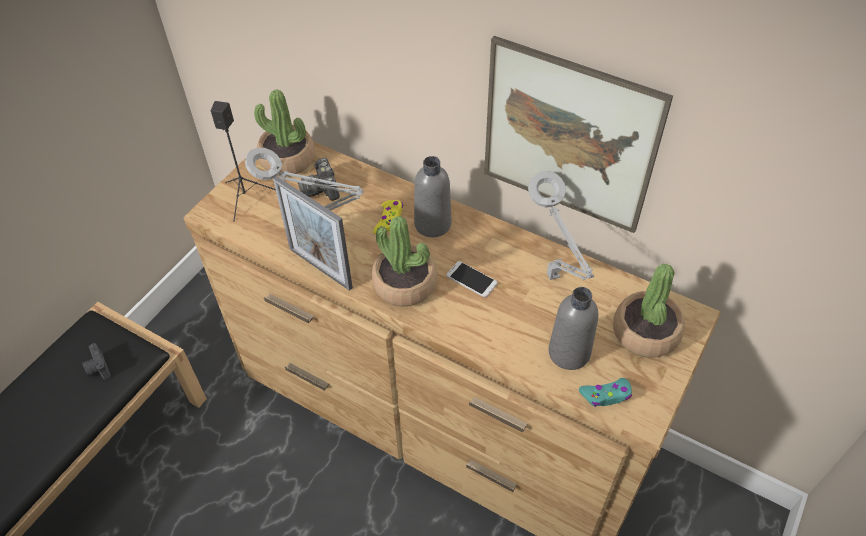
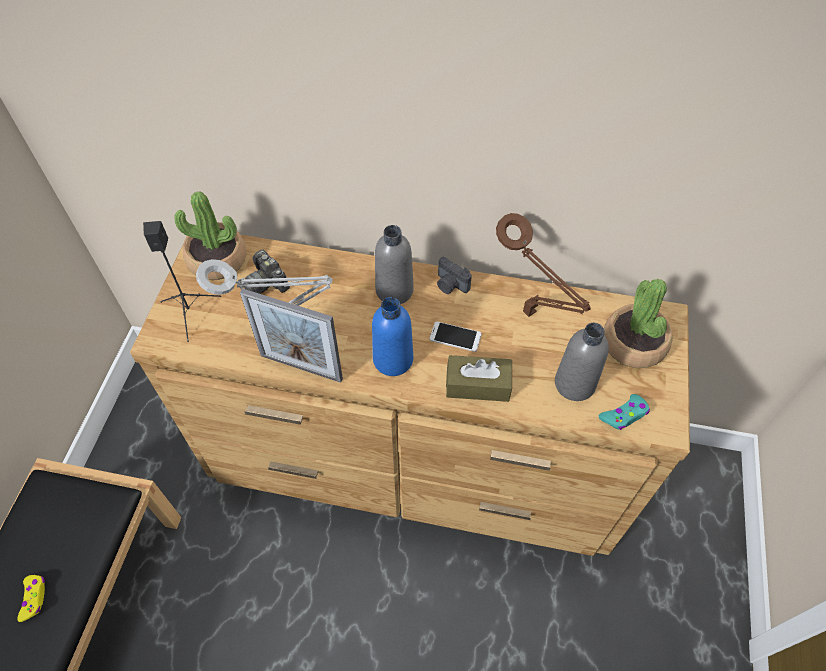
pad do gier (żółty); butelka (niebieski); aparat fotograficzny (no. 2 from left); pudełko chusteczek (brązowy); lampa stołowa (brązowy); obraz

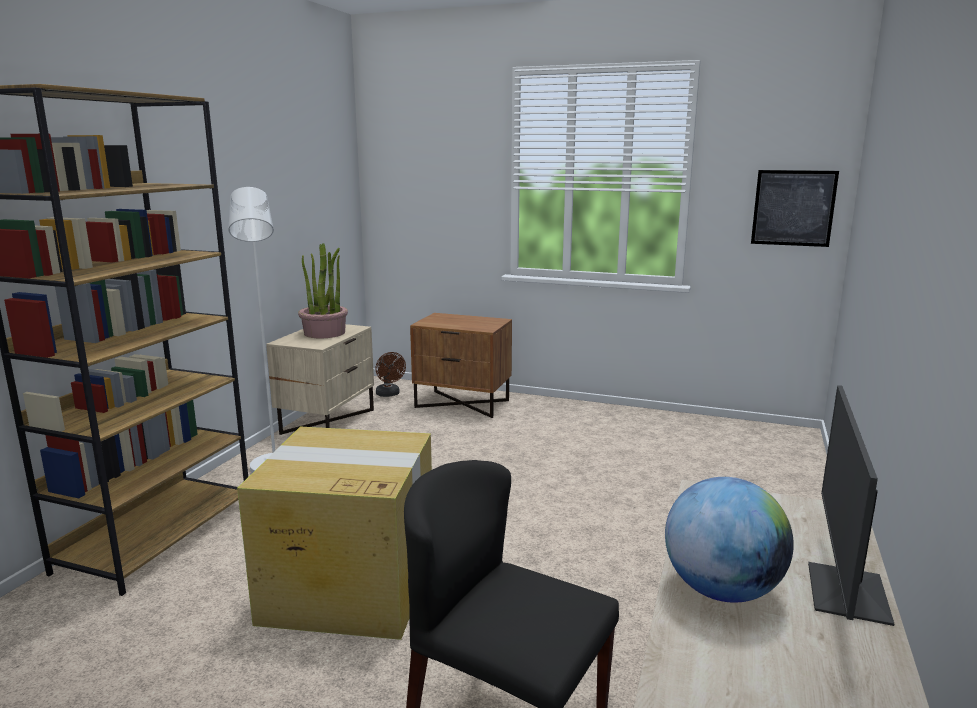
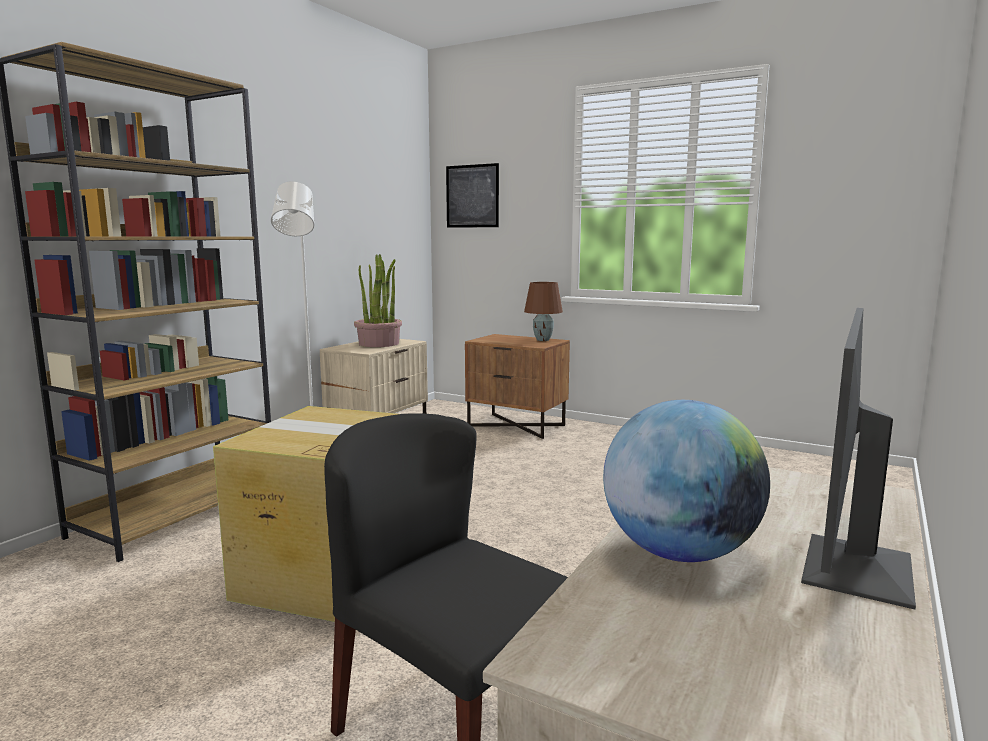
obraz; lampa stołowa (brązowy); wentylator (brązowy)

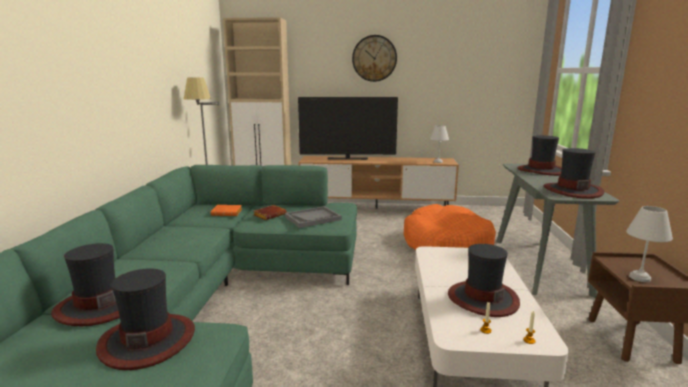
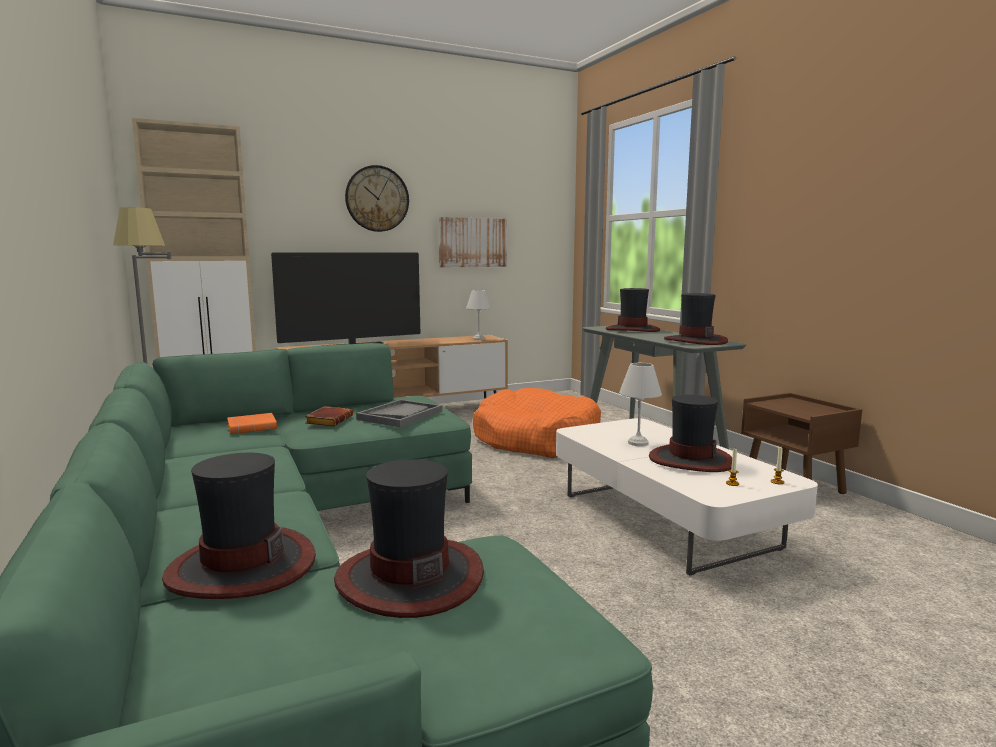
obraz; lampa stołowa (biały) (no. 2 from left)

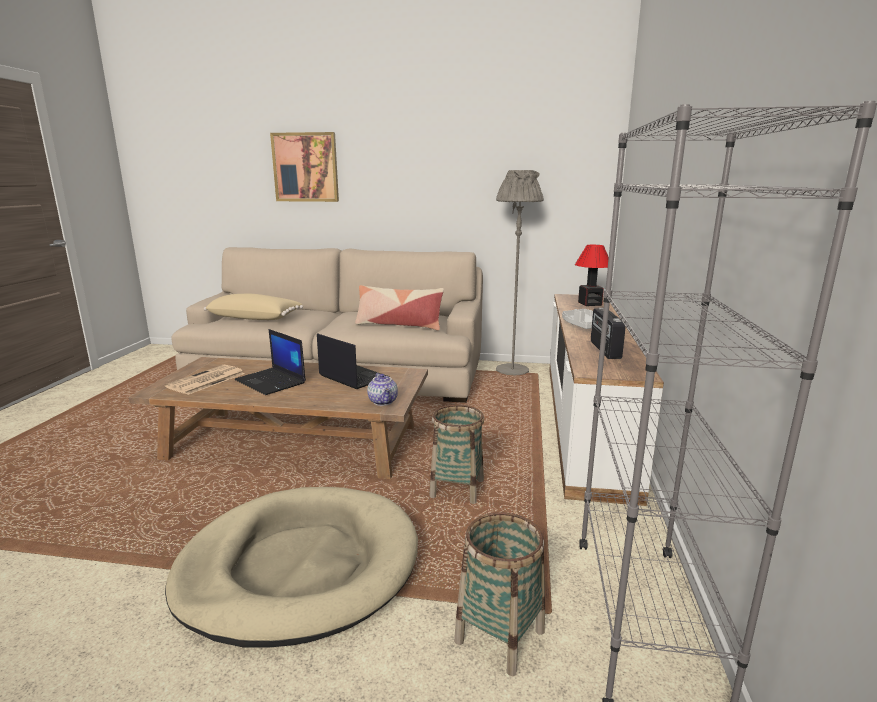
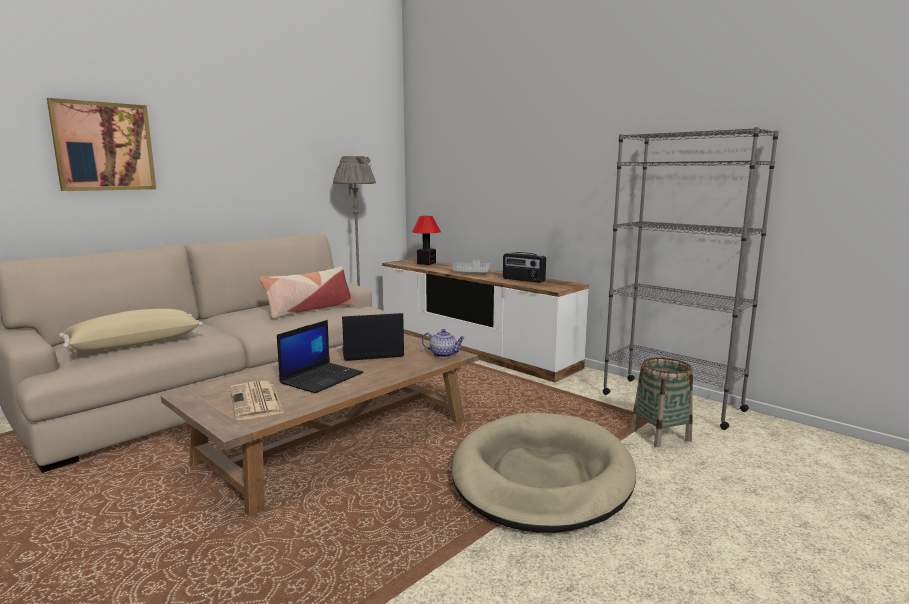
laptop (no. 1 from left); koszyk (no. 1 from left in the first image)

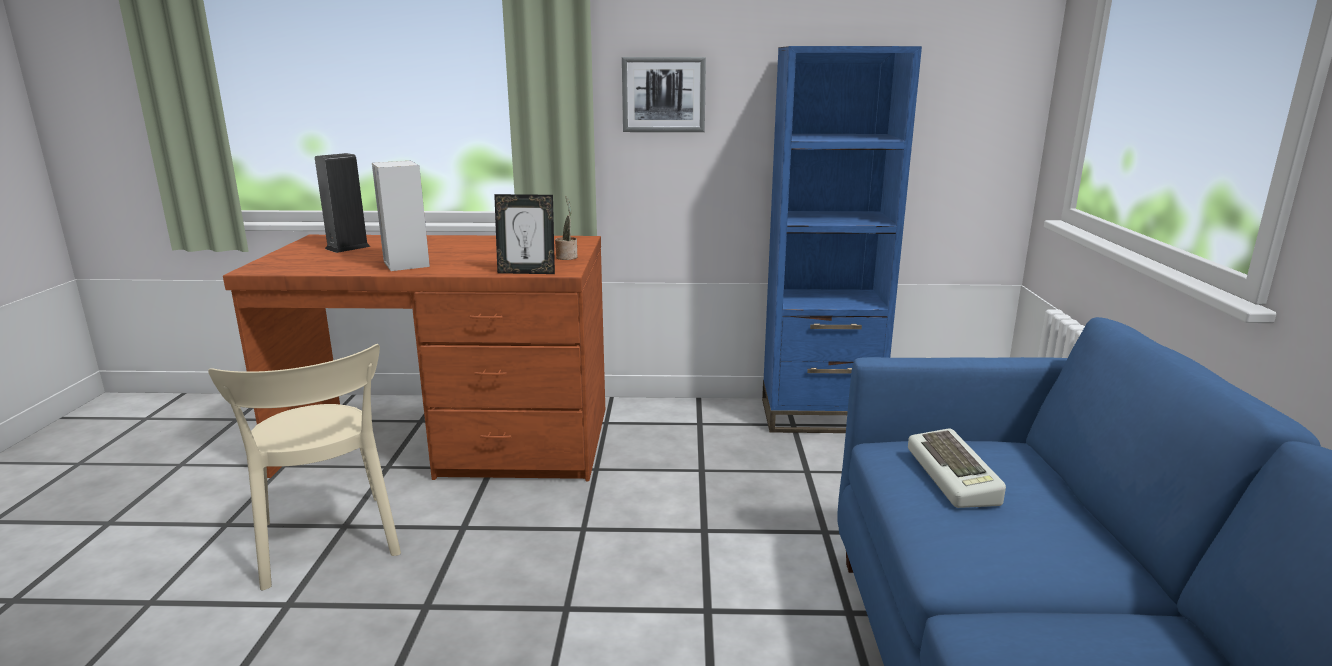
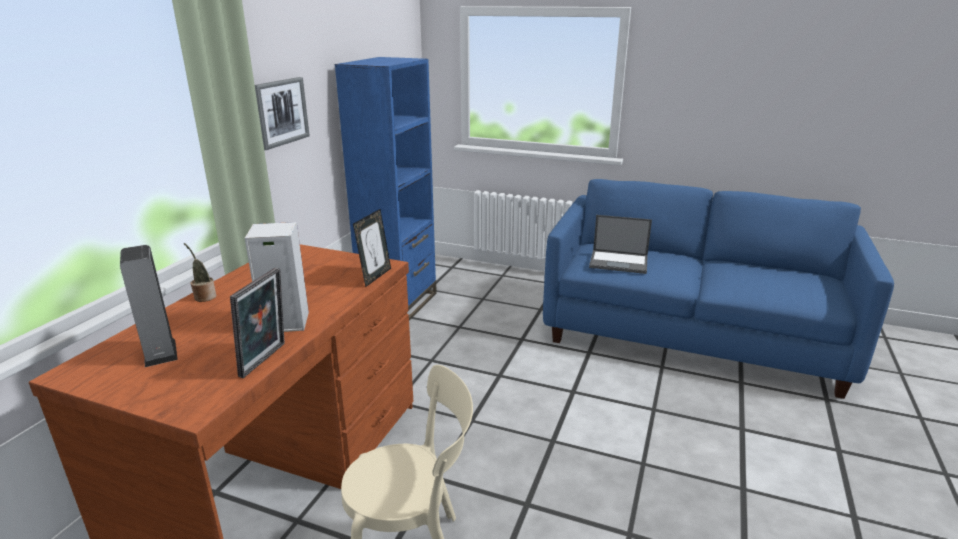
roślina doniczkowa; ramka na zdjęcie (no. 1 from left); laptop

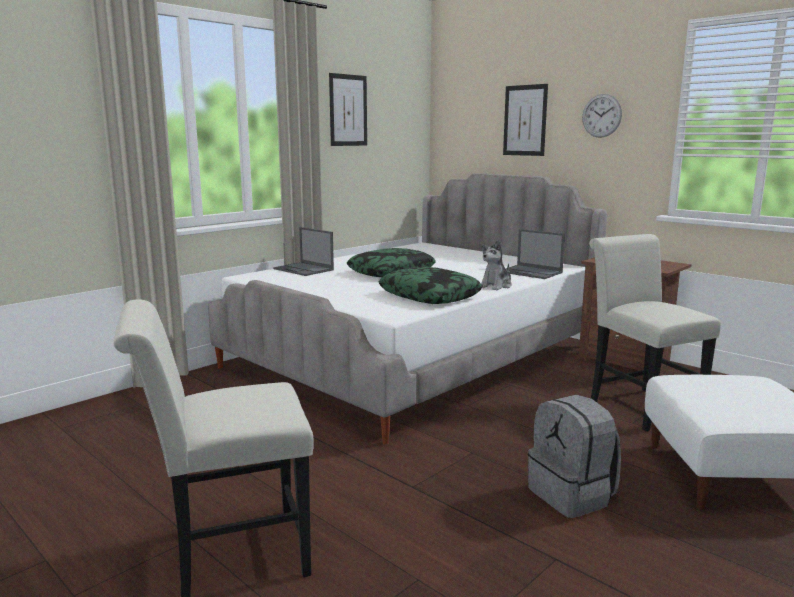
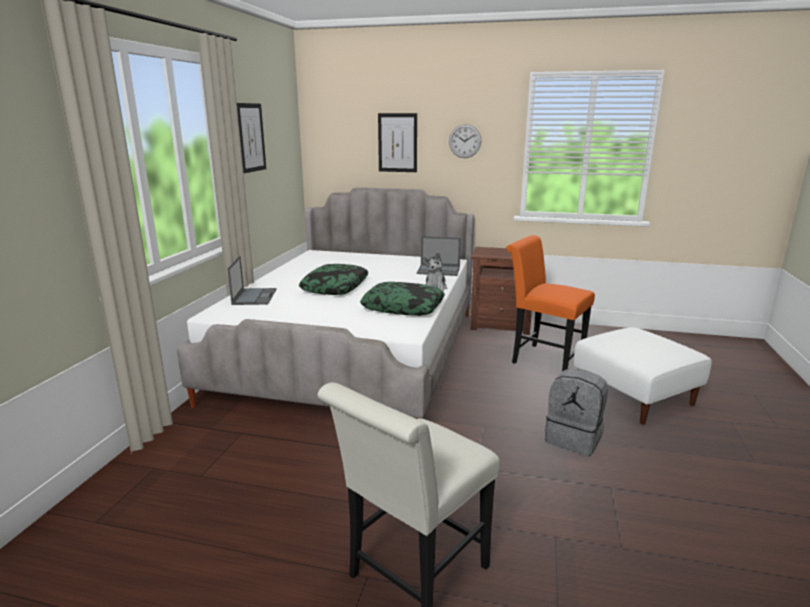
laptop (no. 1 from left); krzesło (pomarańczowy)

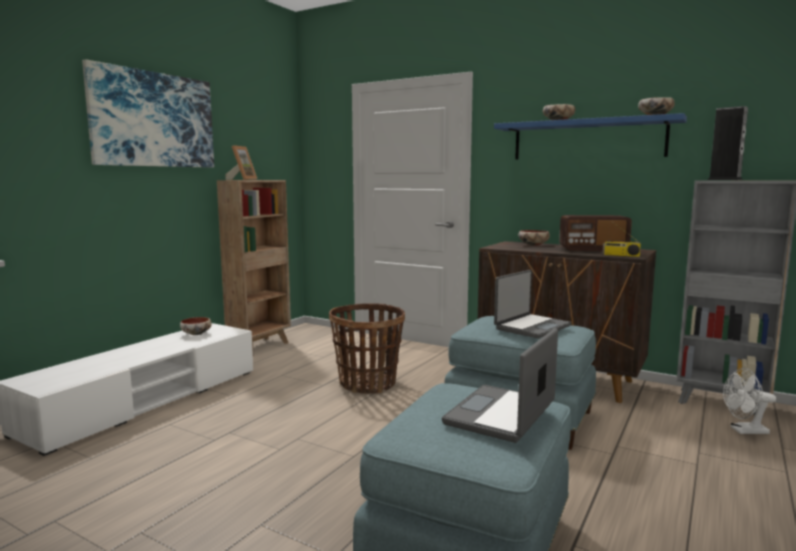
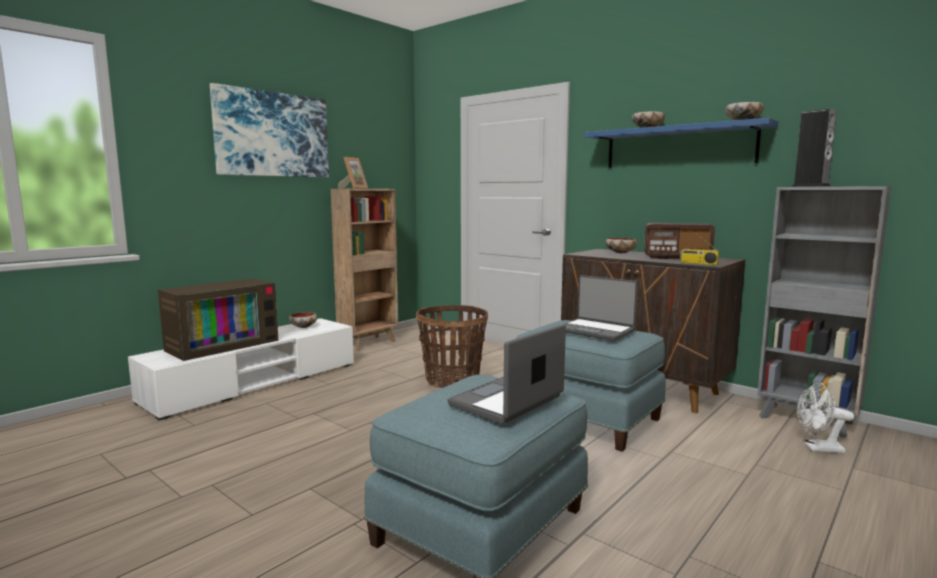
telewizor; laptop (no. 2 from left)

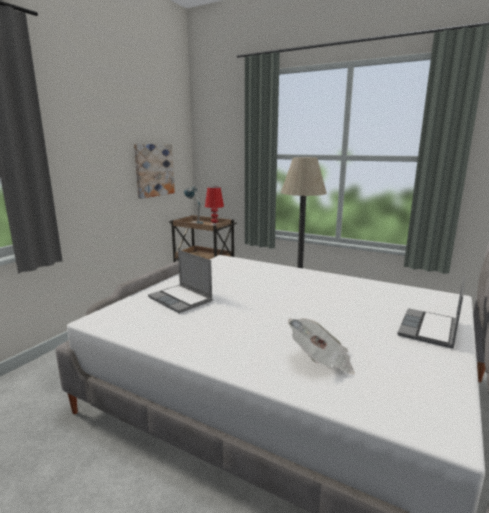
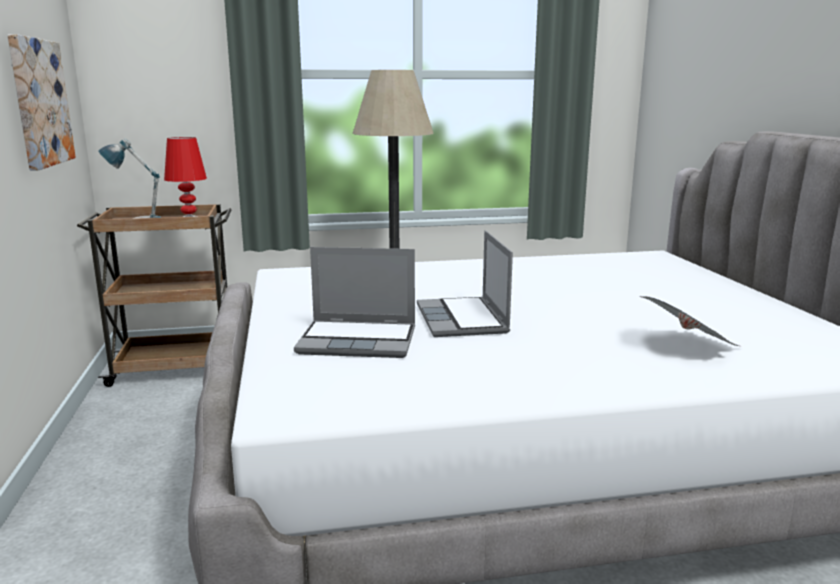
laptop (no. 2 from left)

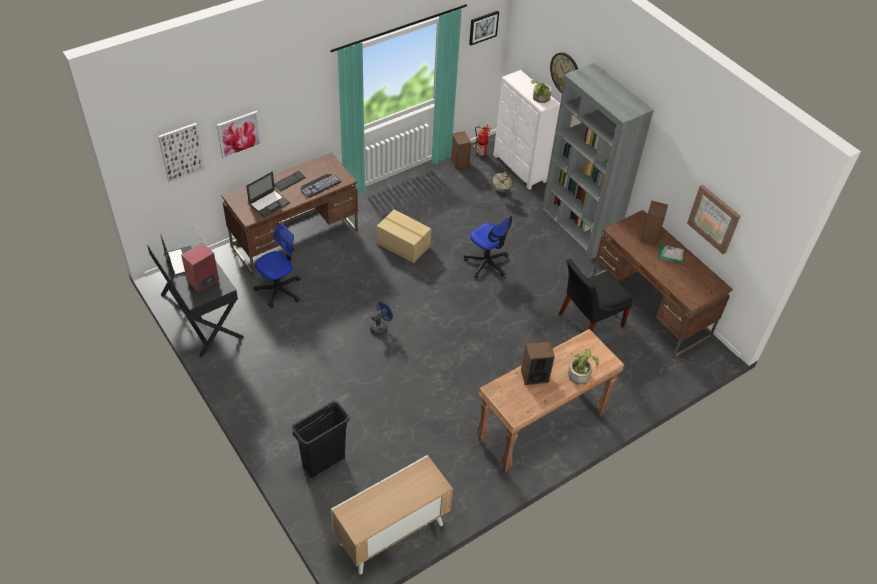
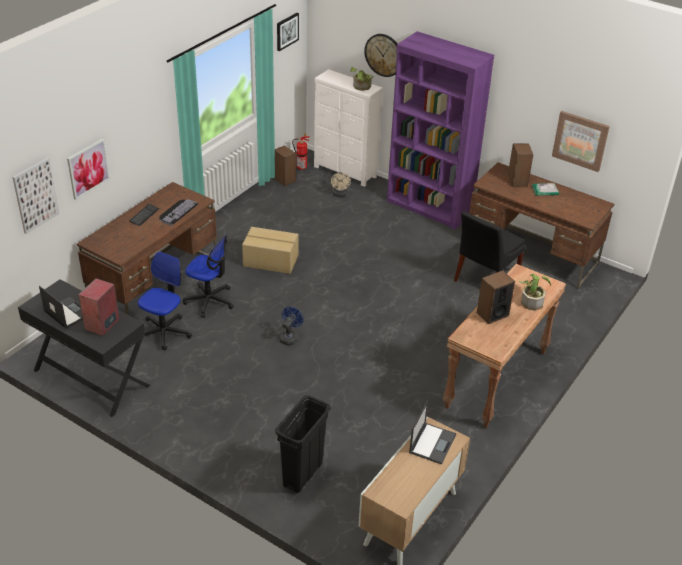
krzesło biurowe (no. 2 from left); regał (fioletowy); laptop (no. 2 from left)

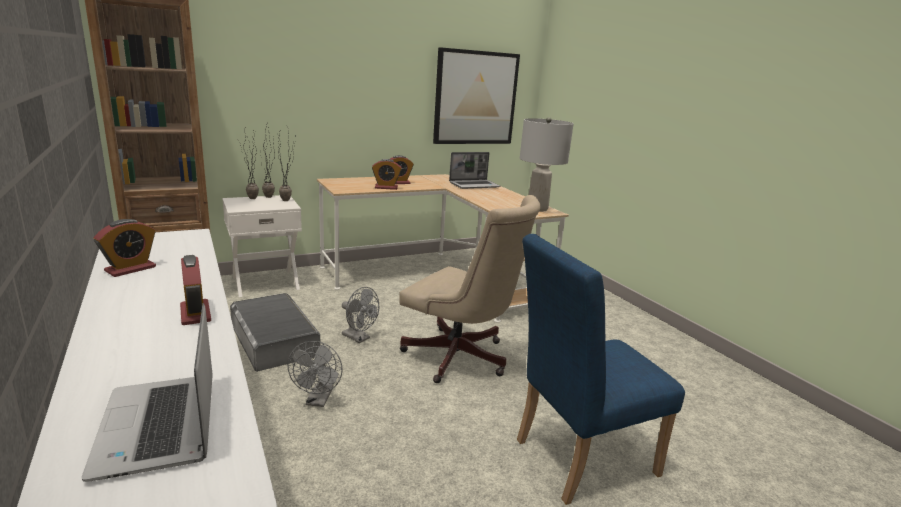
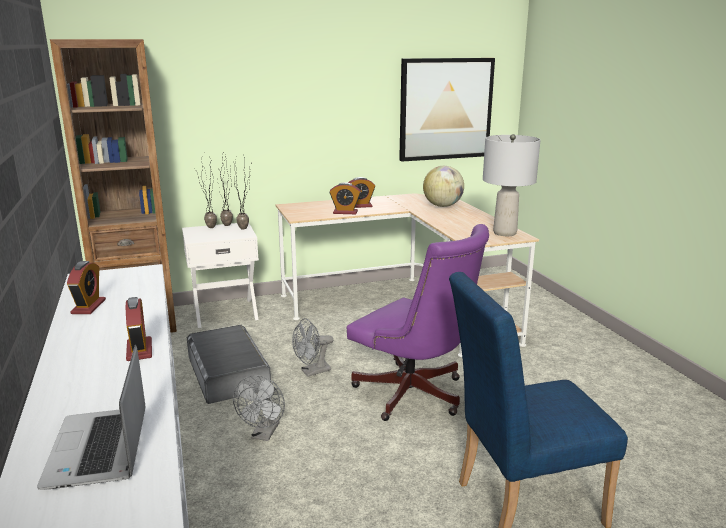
budzik (no. 1 from left); wentylator (szary) (no. 2 from left); krzesło biurowe (fioletowy); globus

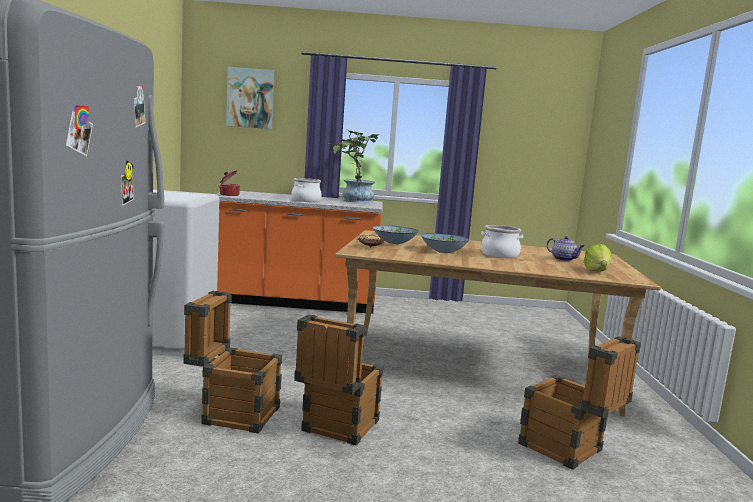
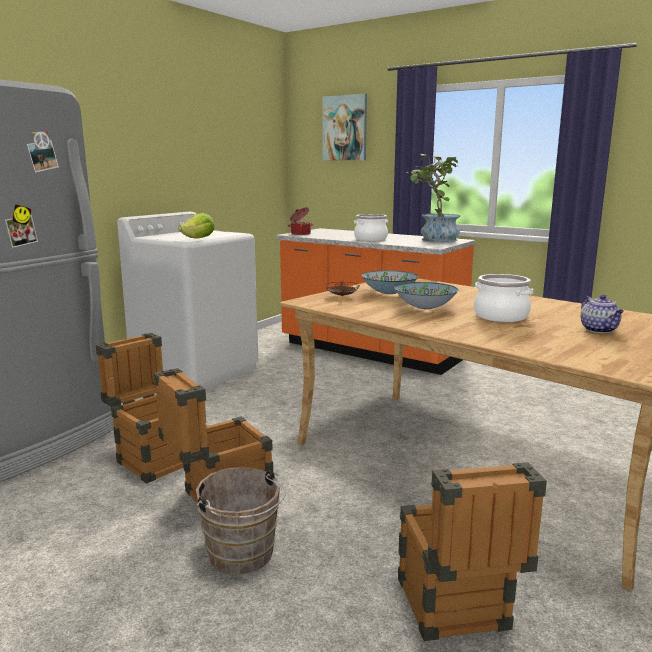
sałata; wiadro (brązowy)

